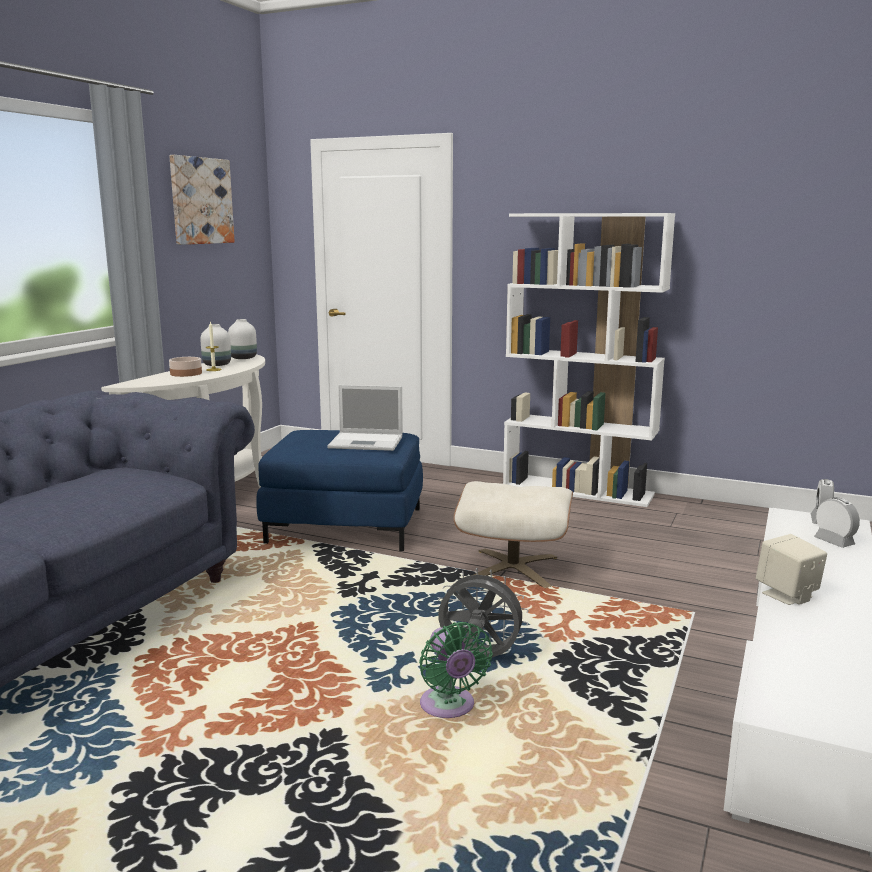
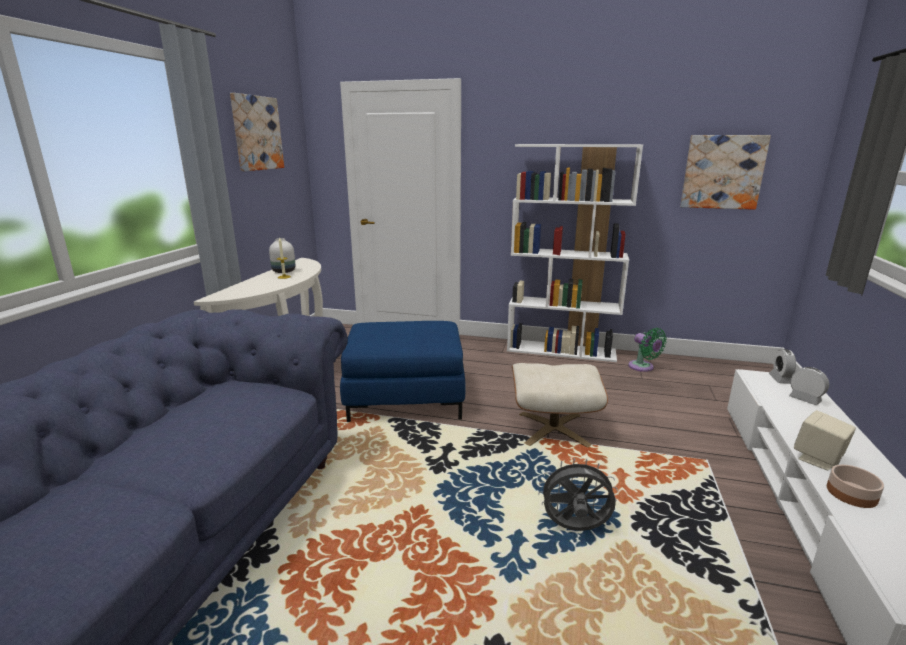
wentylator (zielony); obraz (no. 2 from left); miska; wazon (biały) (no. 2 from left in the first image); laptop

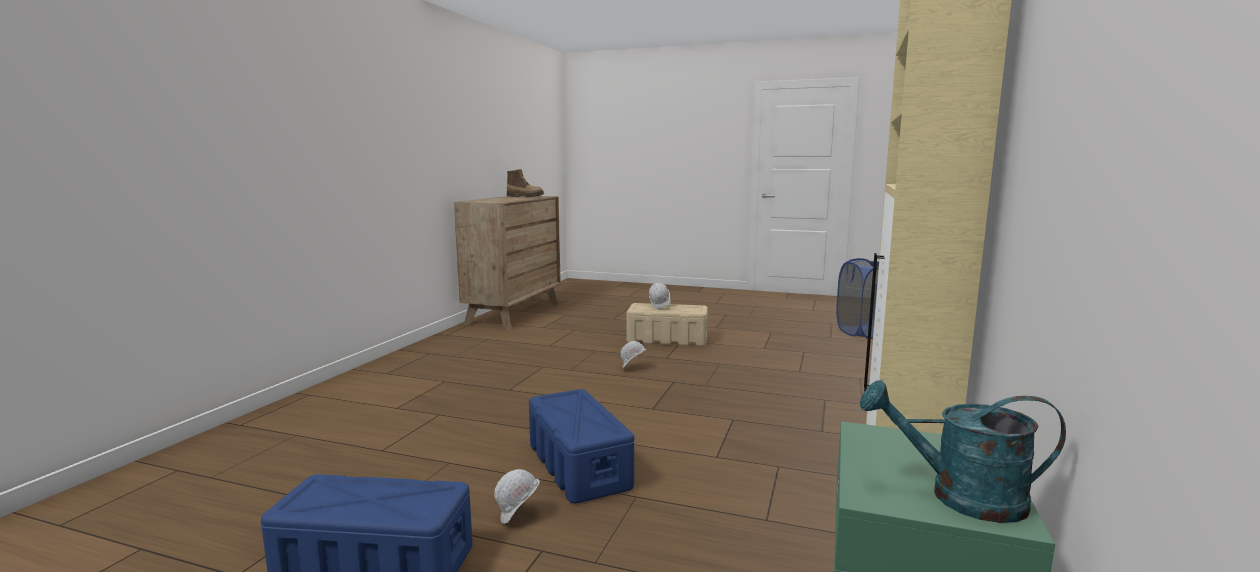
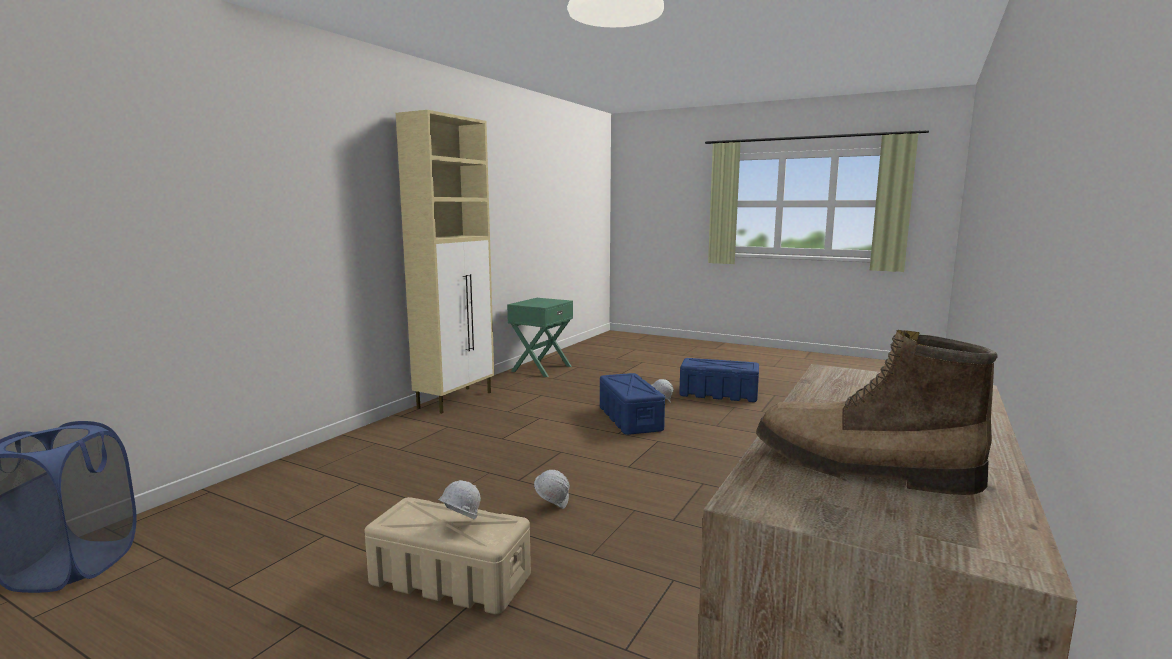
konewka (turkusowy)

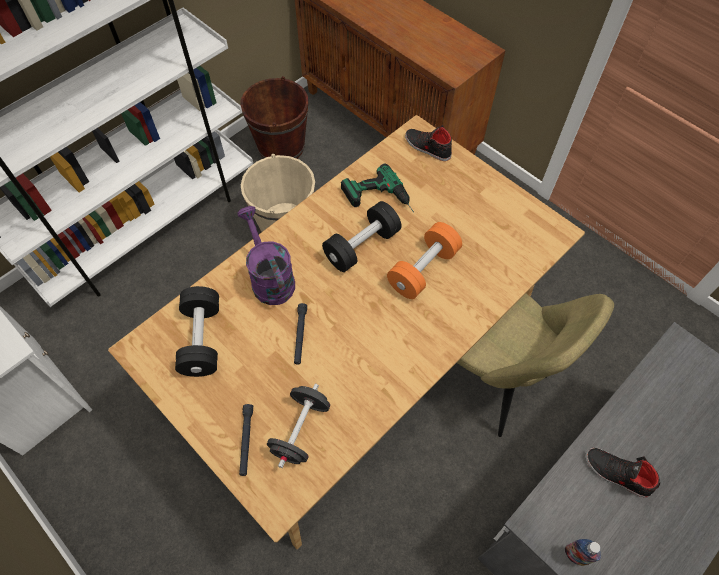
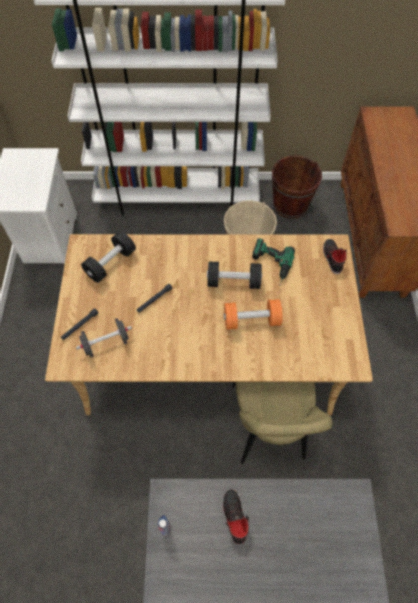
konewka (fioletowy)

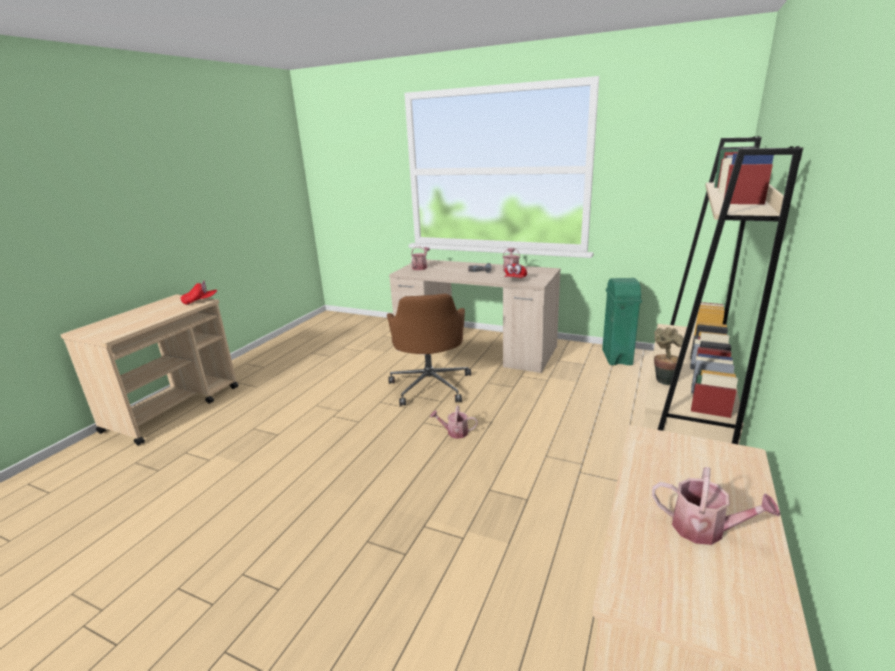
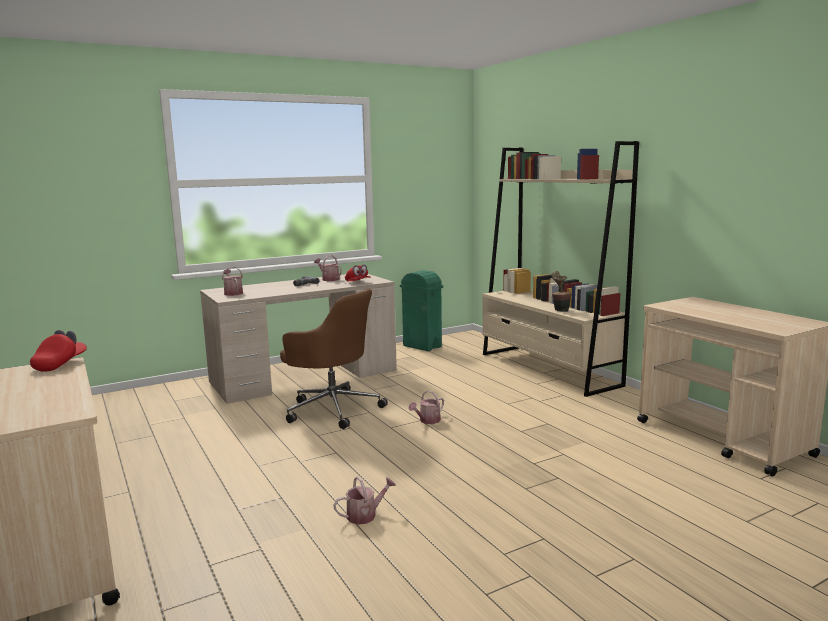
konewka (no. 3 from left)

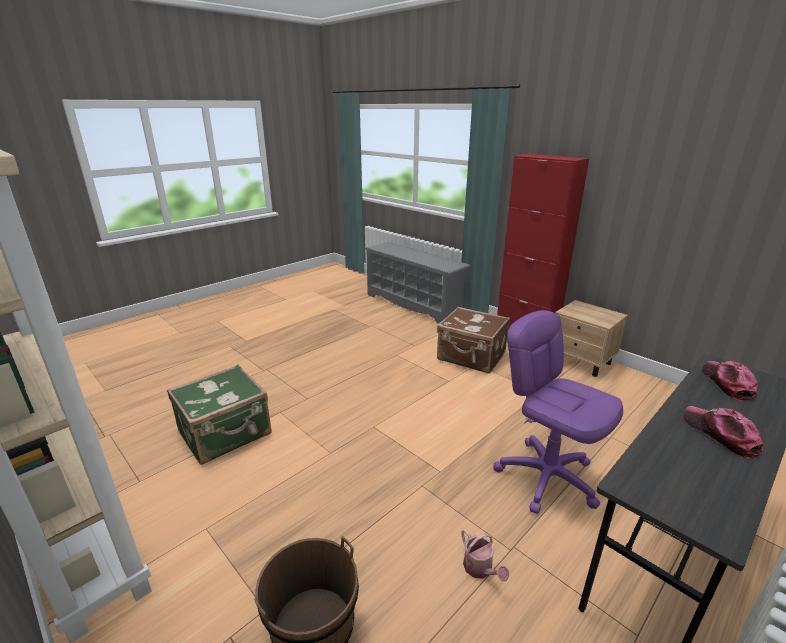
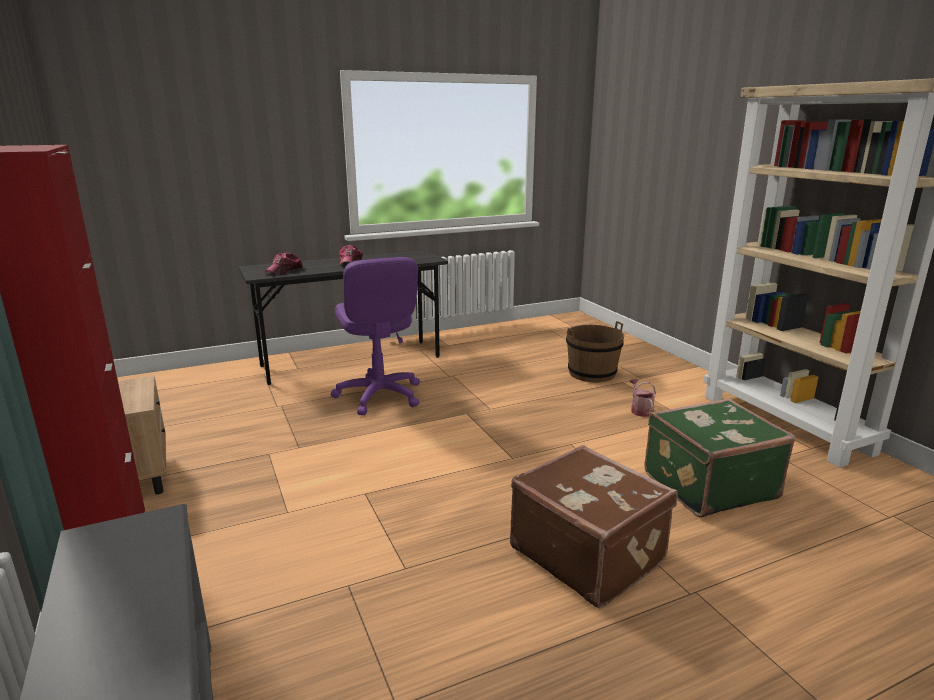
walizka (brązowy); konewka

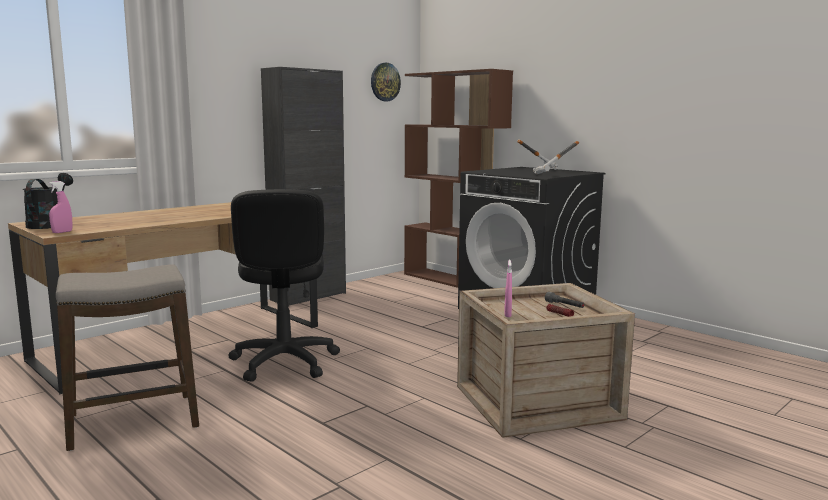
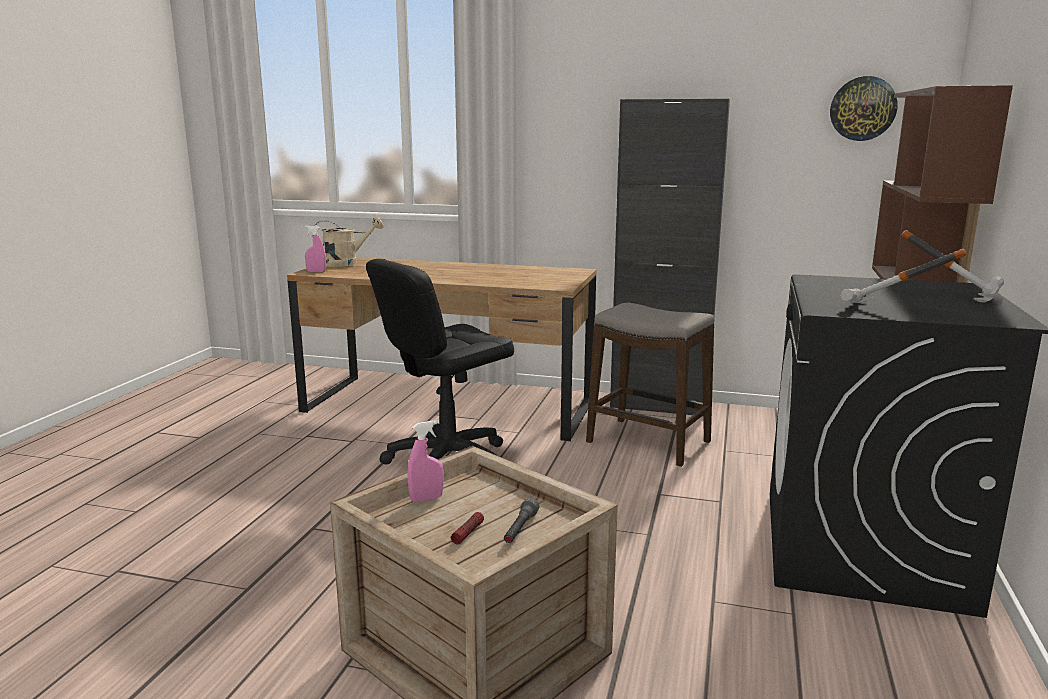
konewka (beżowy); stołek

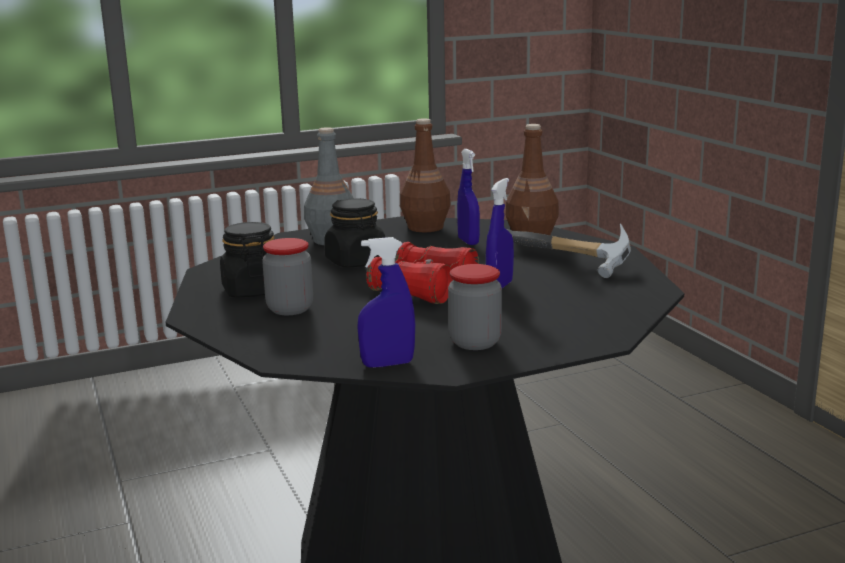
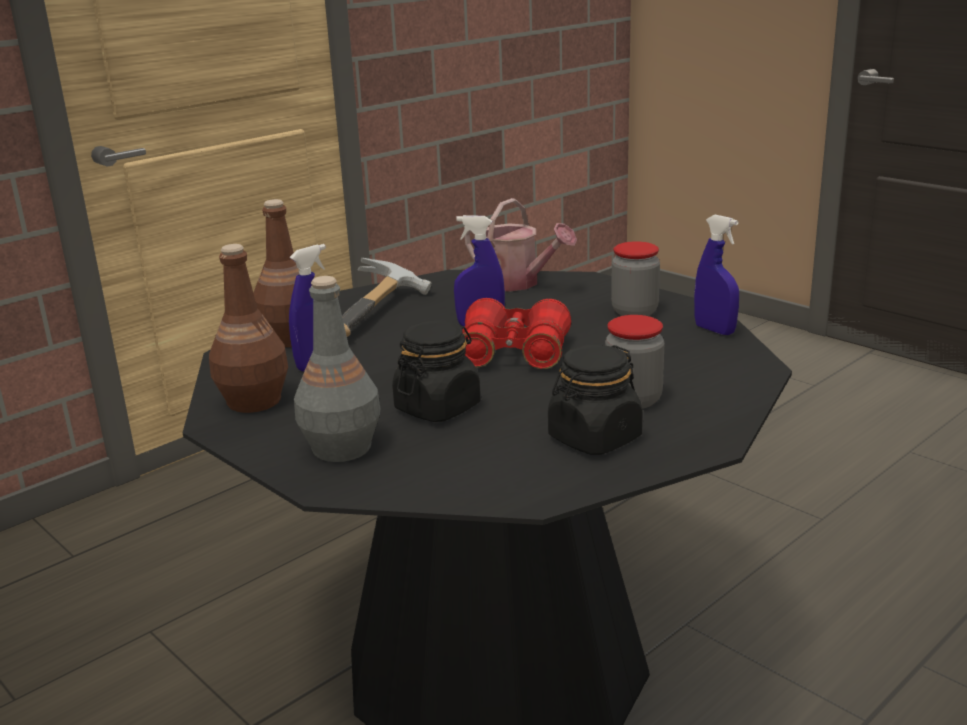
konewka

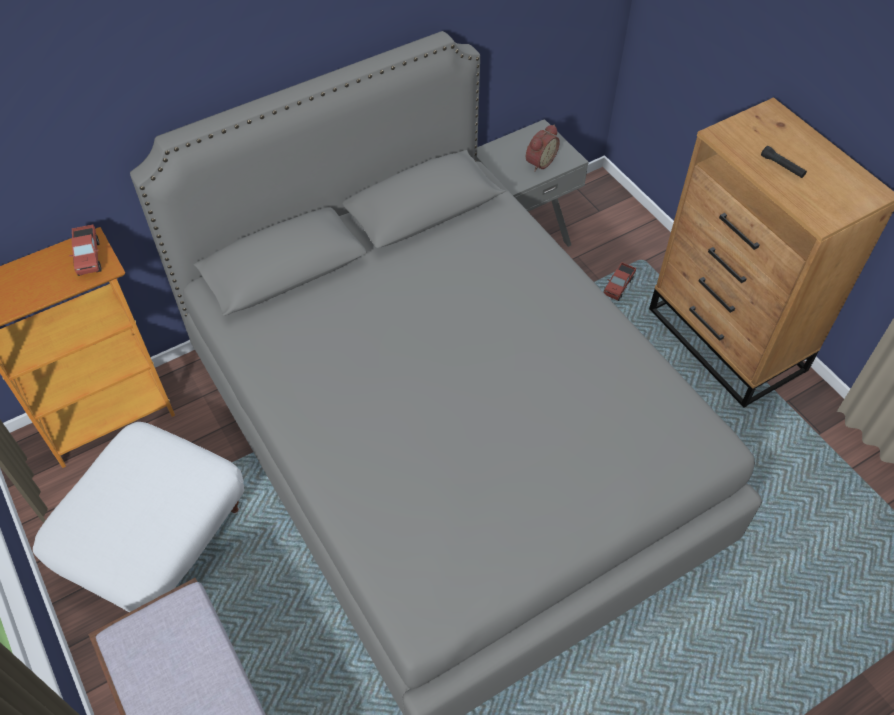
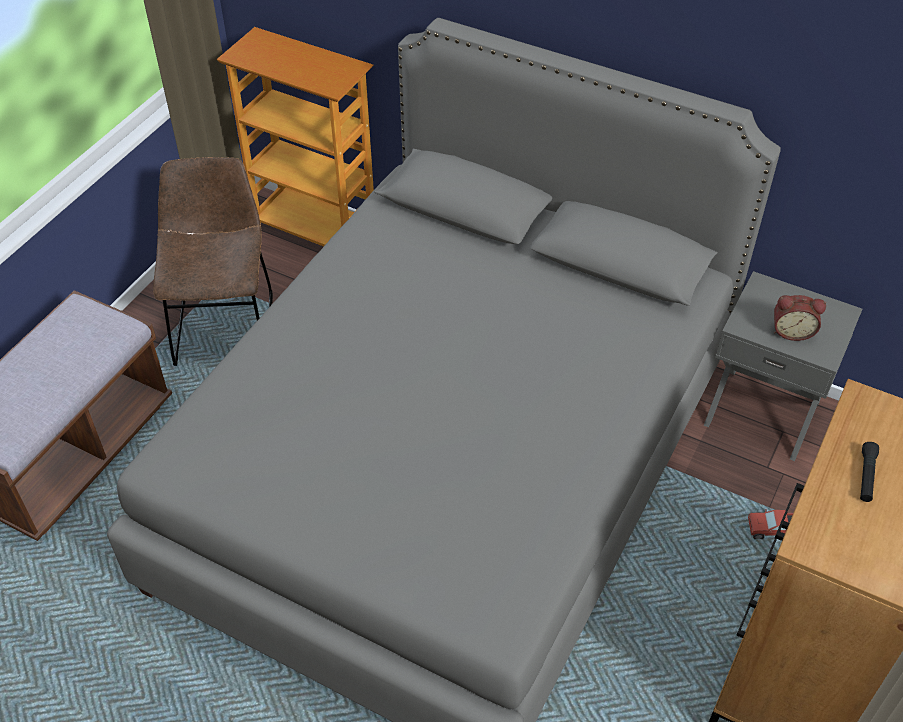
krzesło (brązowy); ciężarówka zabawkowa (no. 1 from left in the first image)

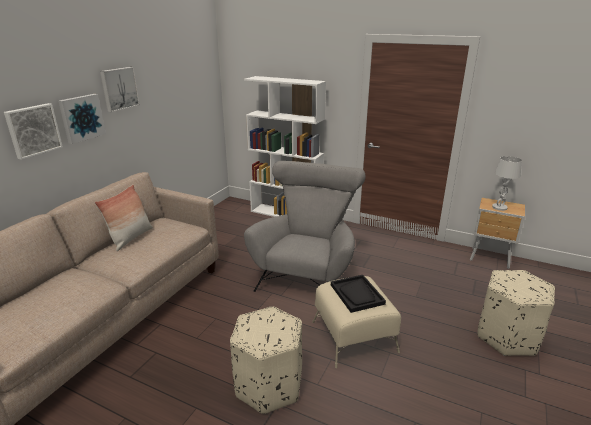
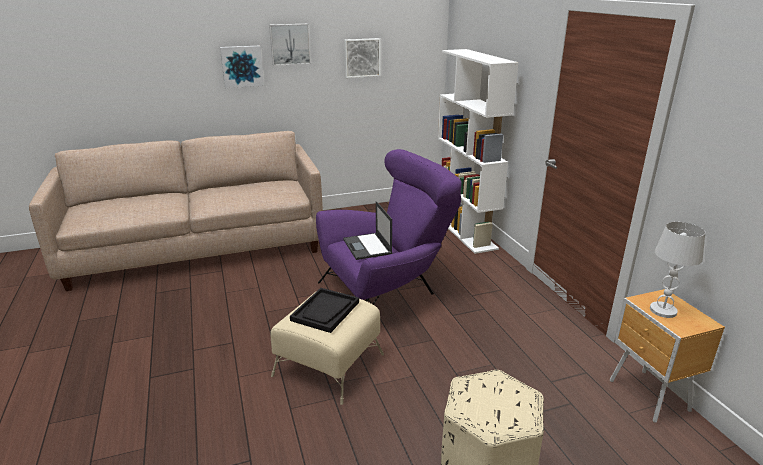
fotel (fioletowy); laptop; obraz (no. 3 from left); poduszka; pufa (beżowy) (no. 1 from left in the first image)

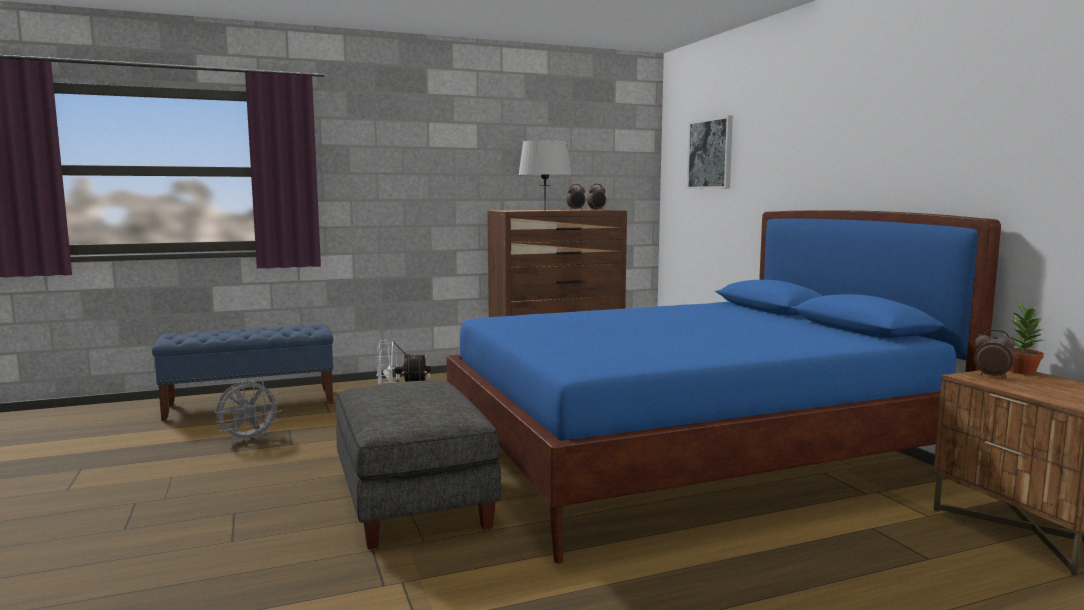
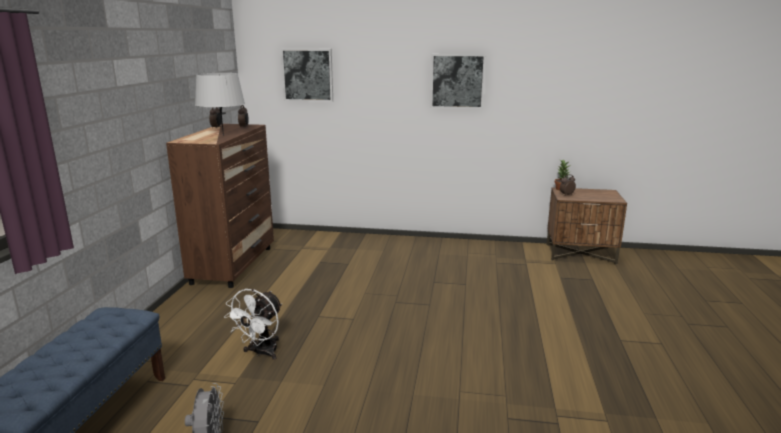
obraz (no. 2 from left); pufa (szary); łóżko (niebieski)

